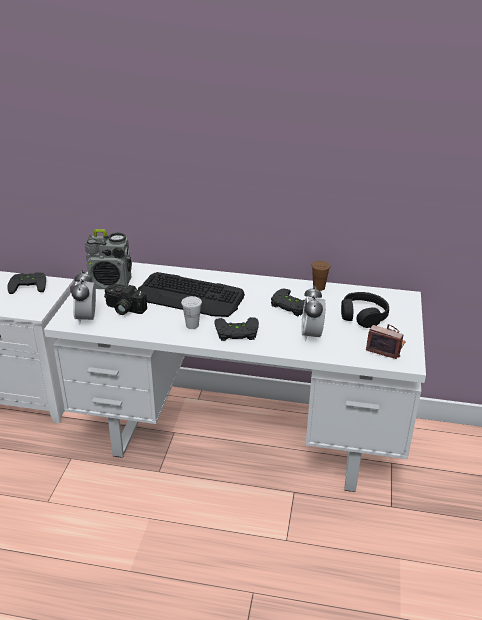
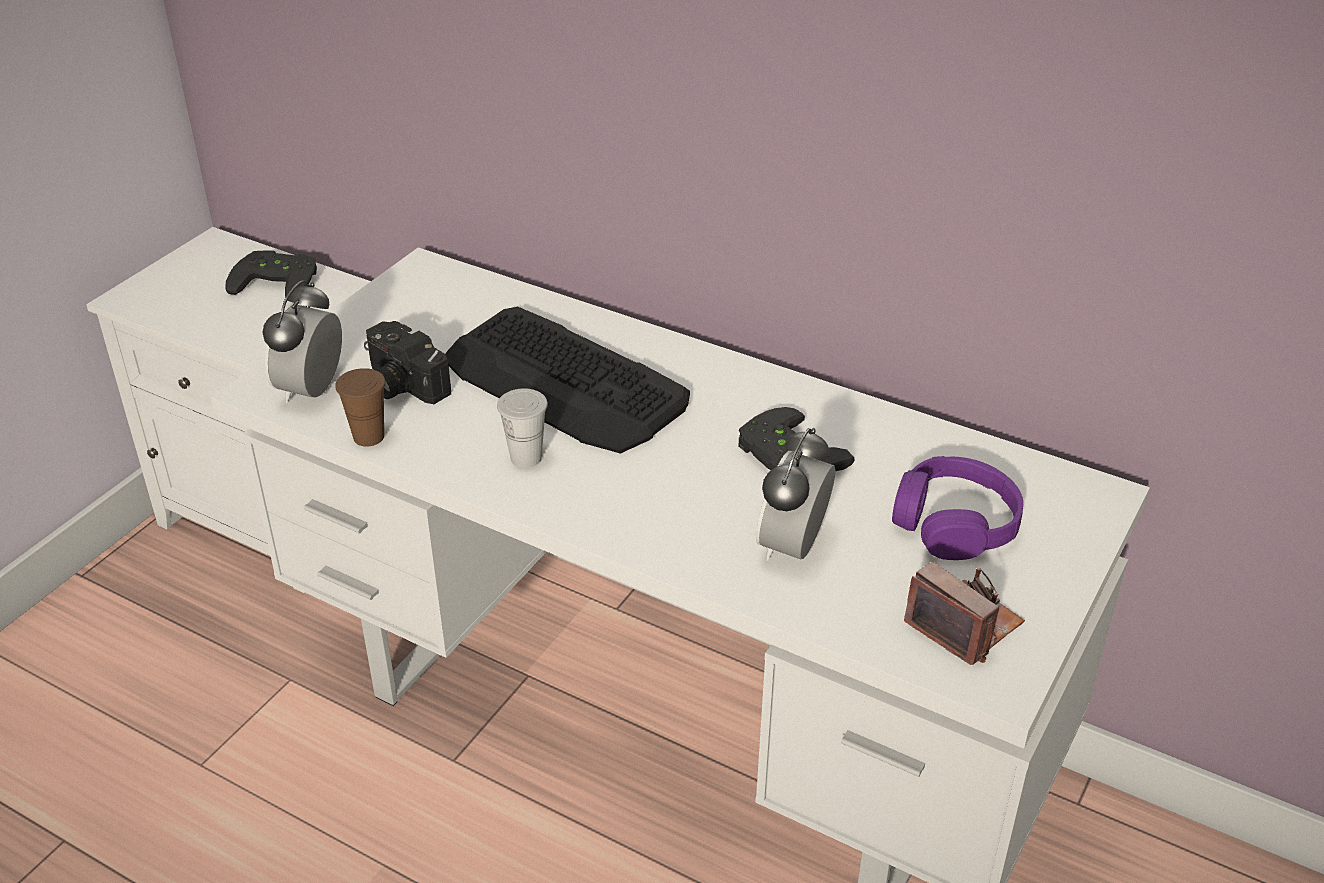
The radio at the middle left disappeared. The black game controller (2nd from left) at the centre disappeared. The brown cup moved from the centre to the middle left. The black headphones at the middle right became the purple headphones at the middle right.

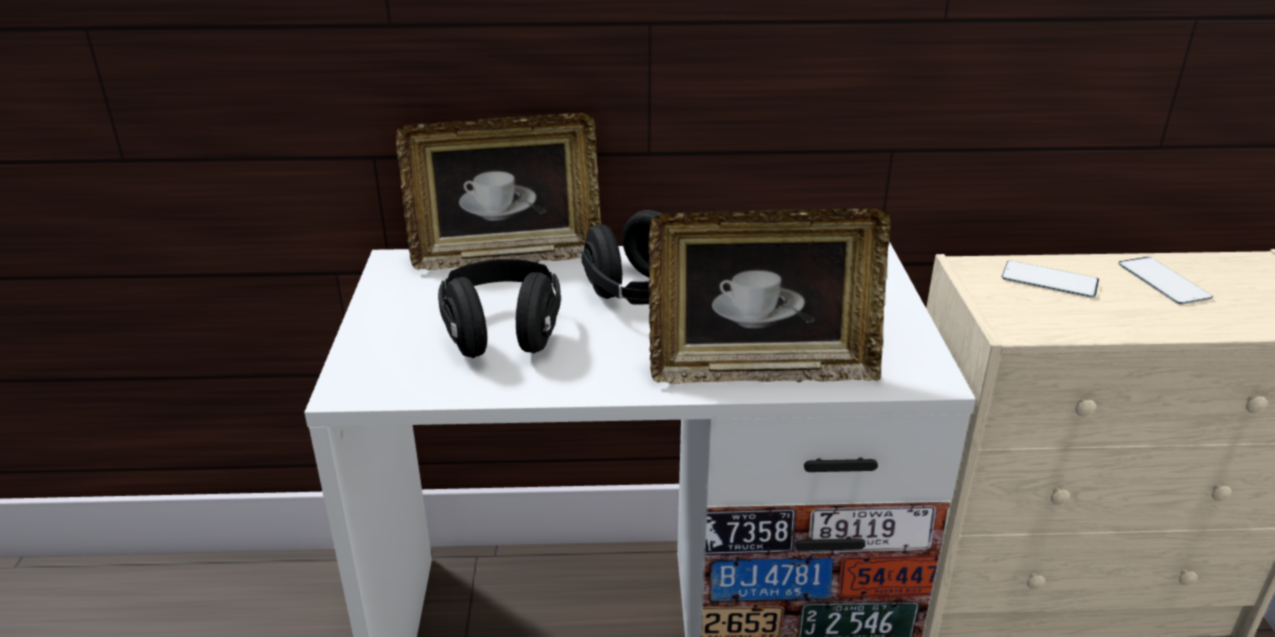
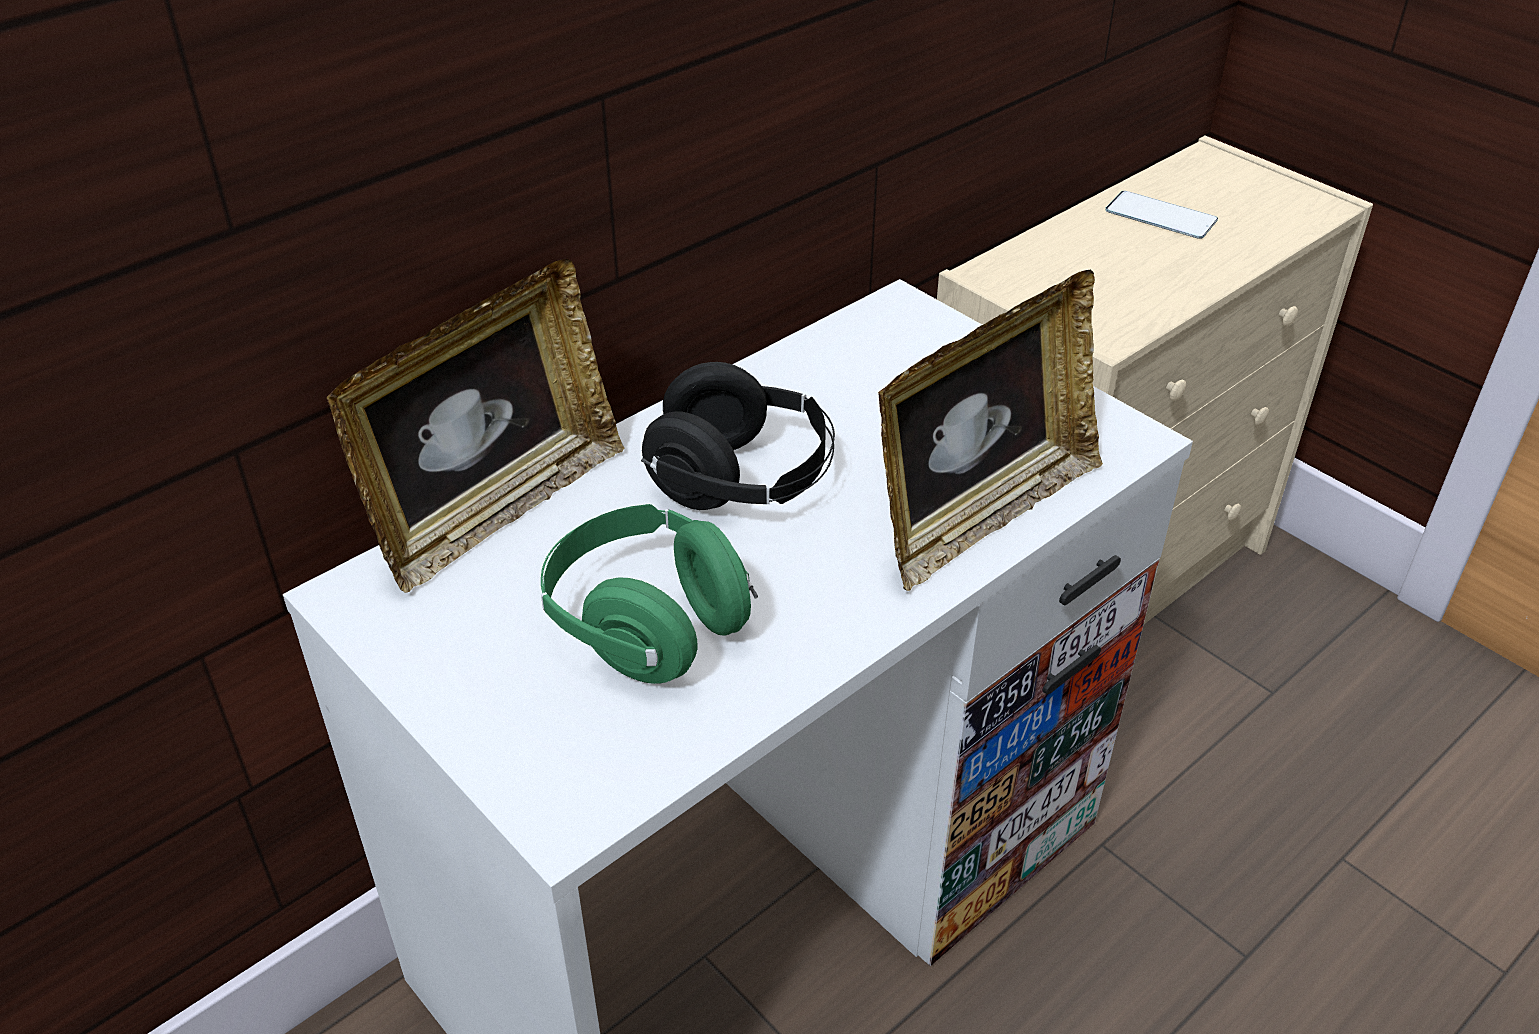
The phone (1st from left) at the middle right disappeared. The black headphones (1st from left) at the centre became the green headphones at the centre.

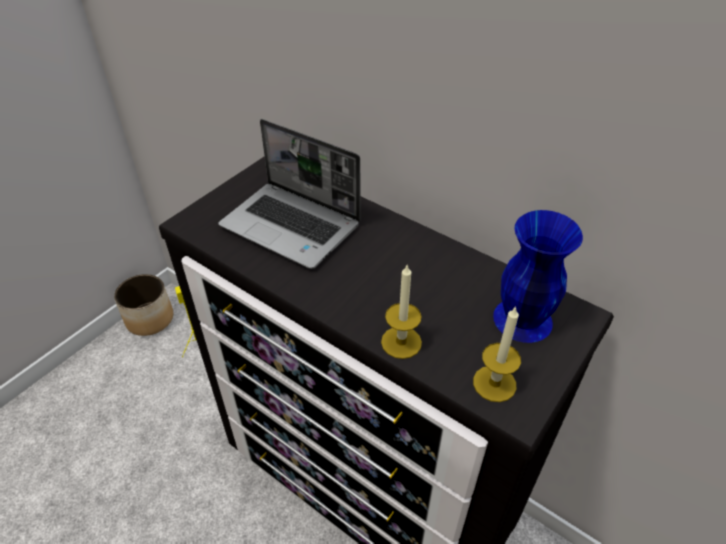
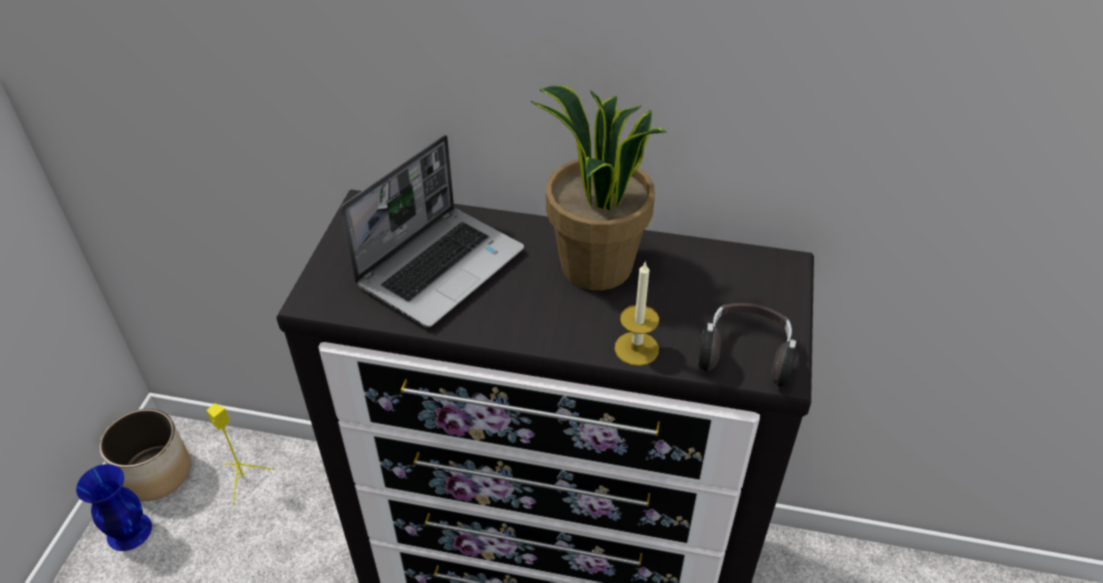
The potted plant at the top centre appeared. The blue vase moved from the middle right to the bottom left. The candle (2nd from left) at the middle right was replaced by the headphones at the middle right. The laptop at the centre turned 60 degrees counterclockwise.

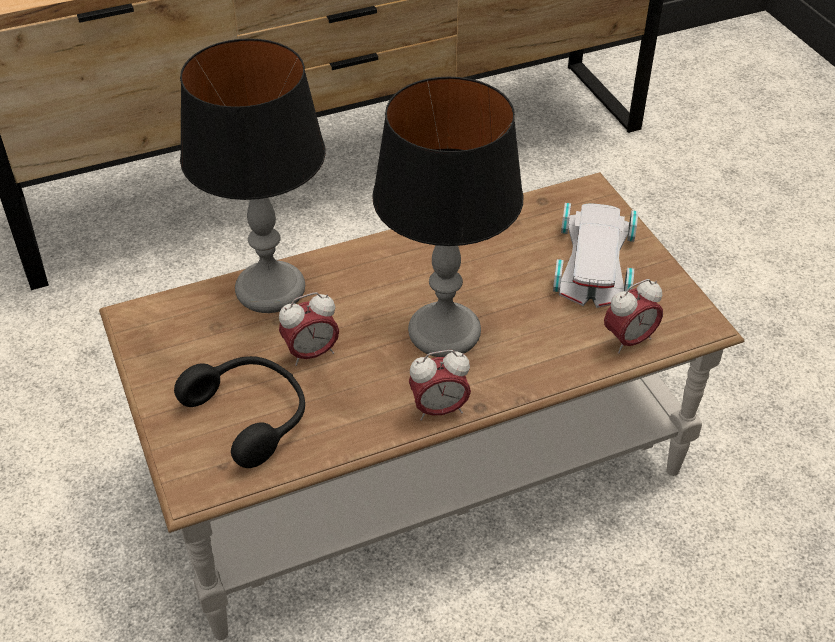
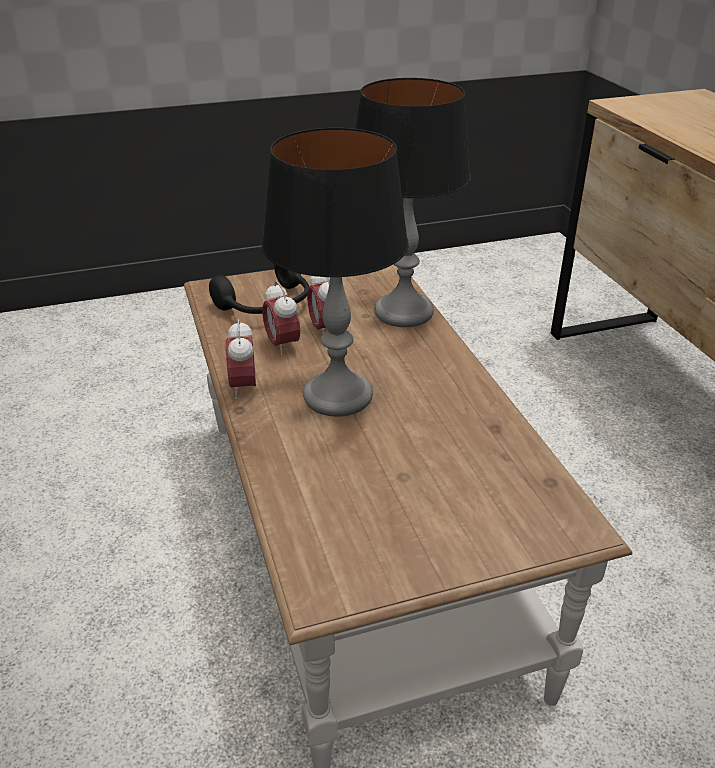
The white toy car at the middle right disappeared. The alarm clock (3rd from left in the first image) moved from the middle right to the centre.

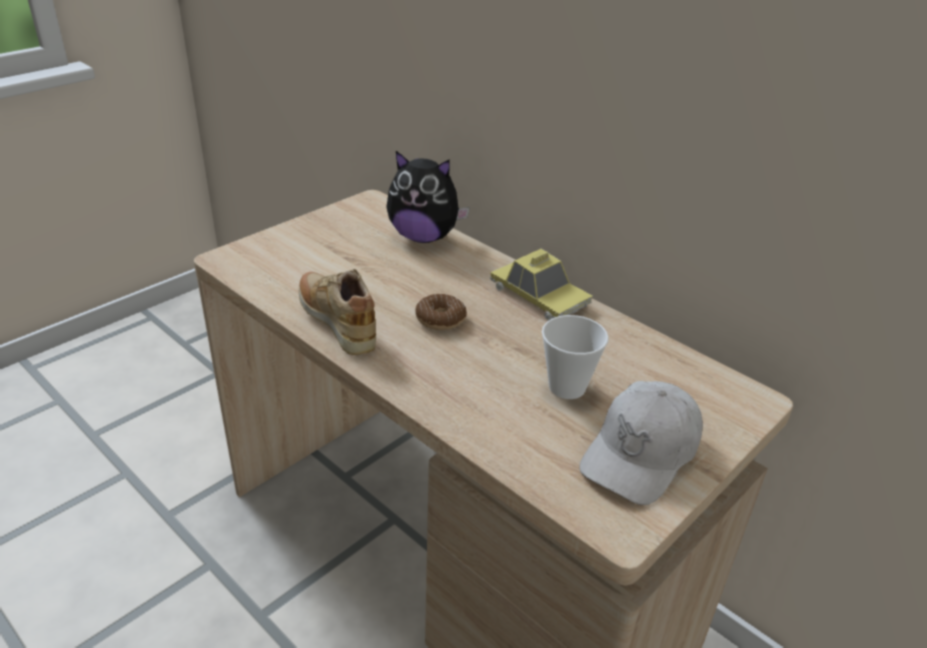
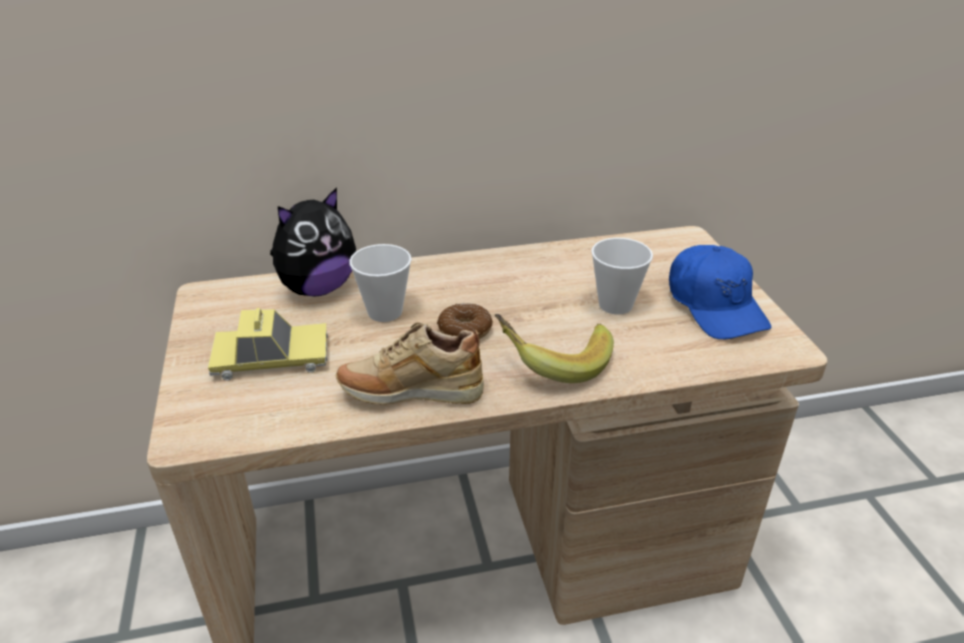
The cup (1st from left) at the centre appeared. The banana at the centre appeared. The toy car moved from the centre to the middle left. The white cap at the bottom right became the blue cap at the middle right.

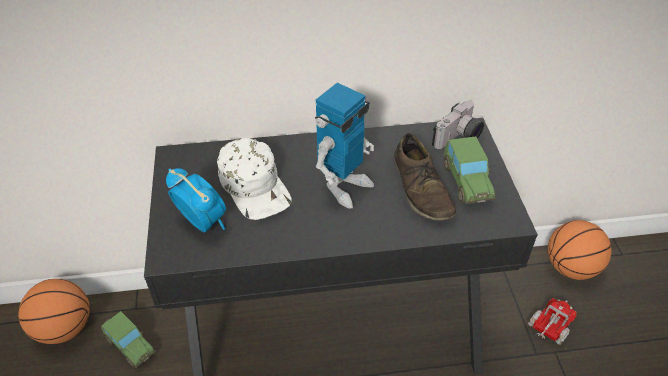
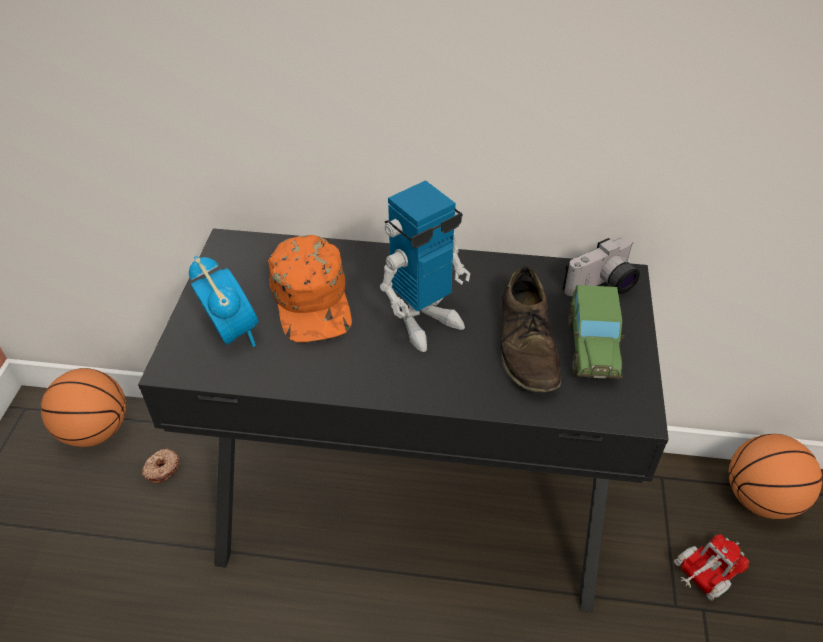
The toy car (1st from left) at the bottom left was replaced by the donut at the bottom left. The white cap at the centre became the orange cap at the centre.

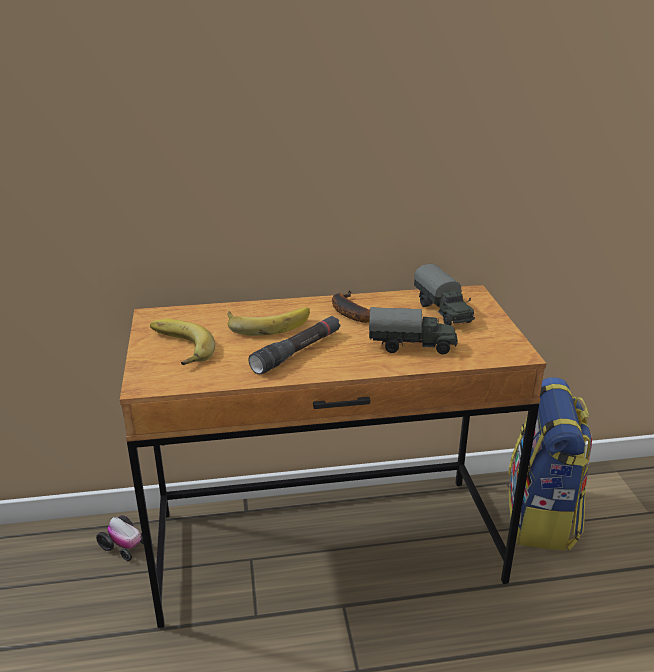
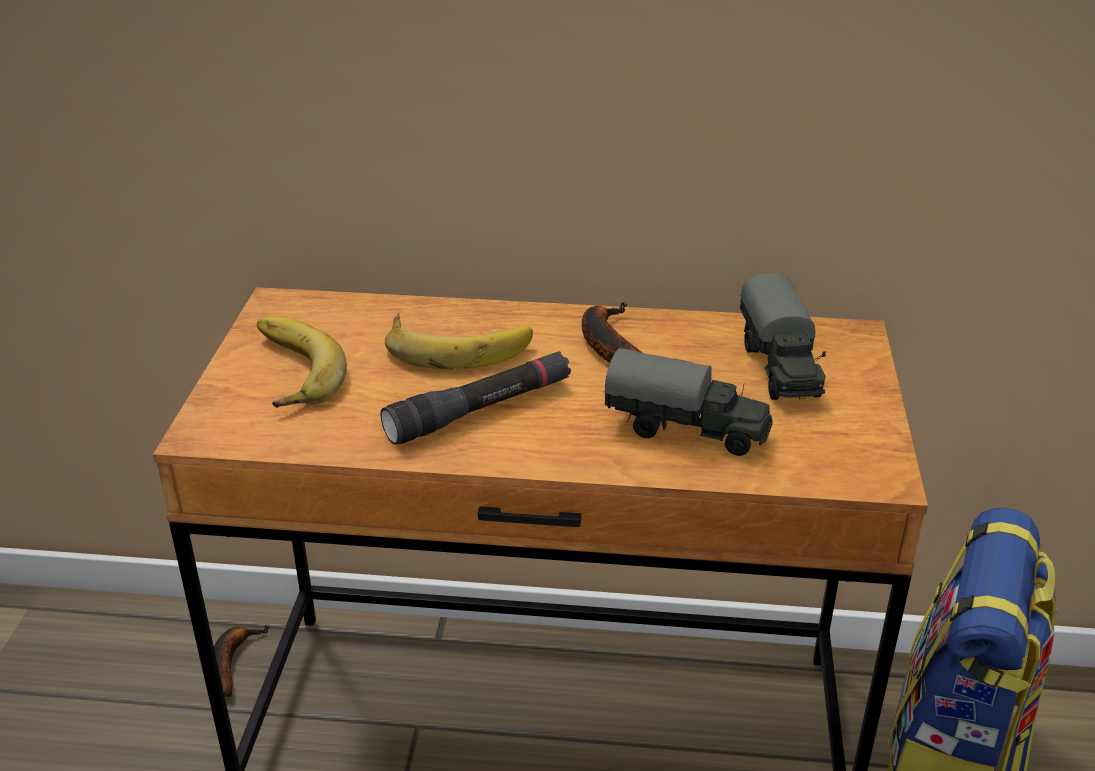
The toy car at the bottom left was replaced by the banana (1st from left) at the bottom left.

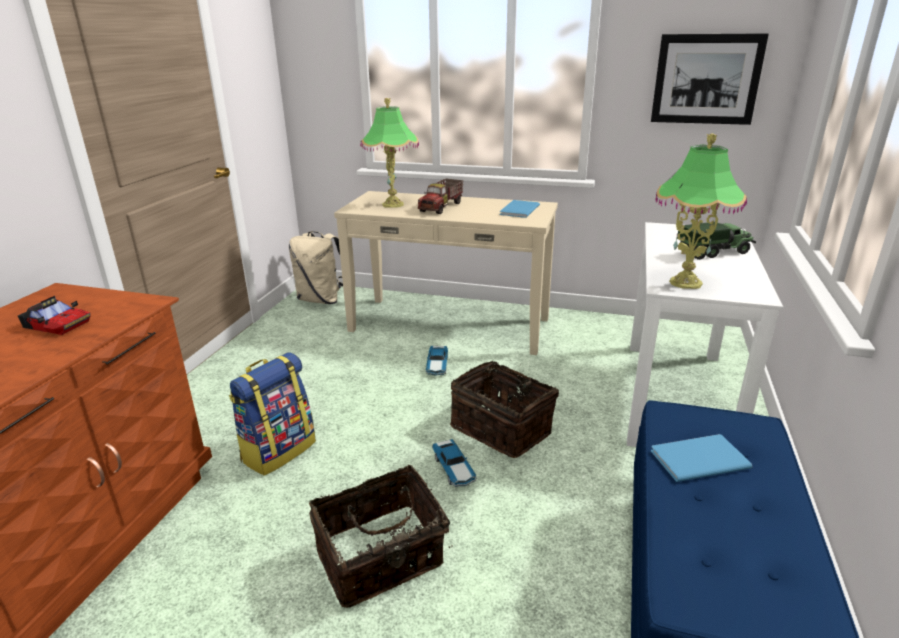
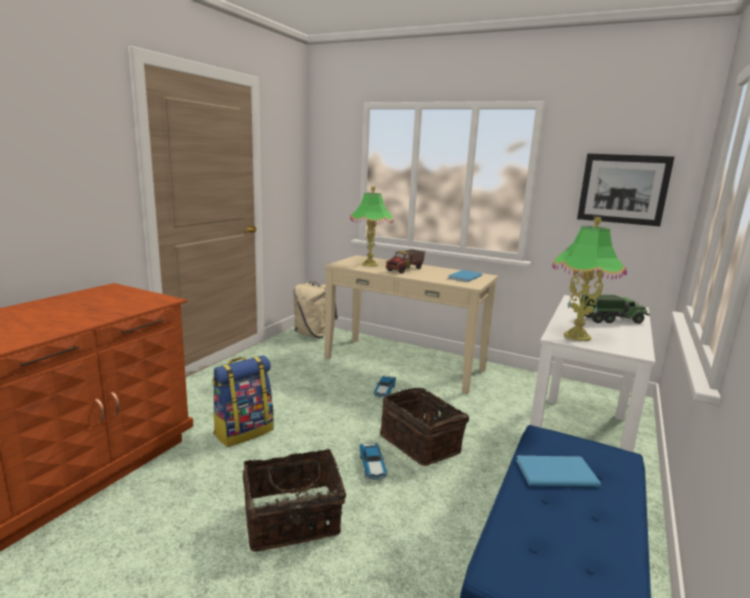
The toy car (1st from left) at the middle left disappeared.

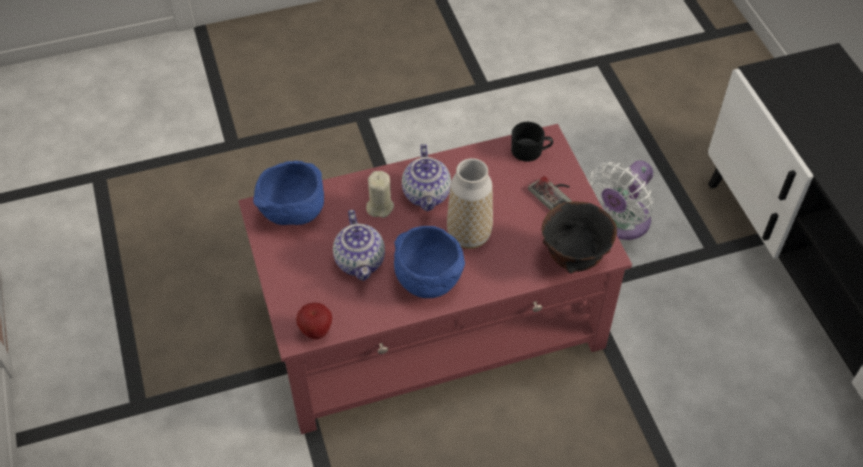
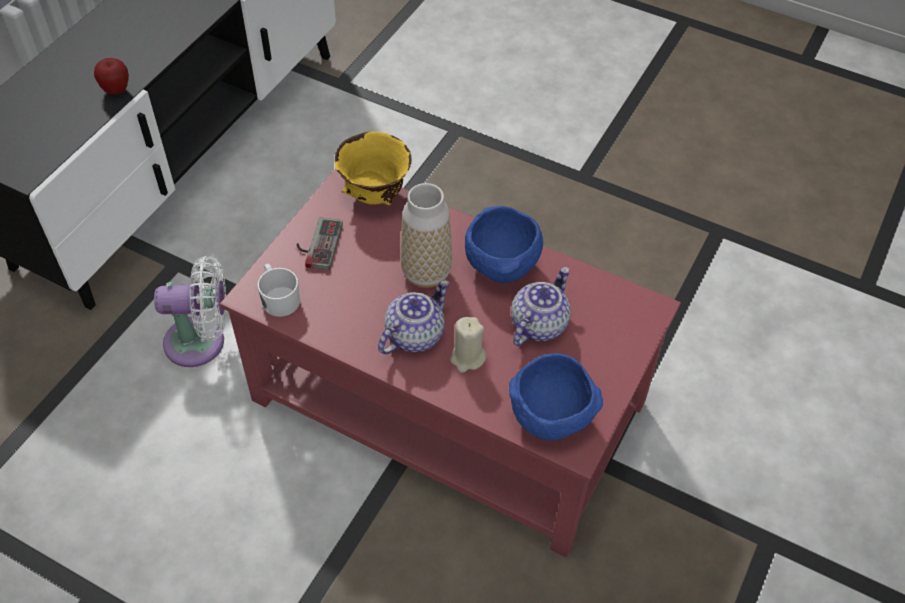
The apple moved from the bottom centre to the top left. The black mug at the top centre became the white mug at the middle left. The black bowl at the middle right became the yellow bowl at the top centre.

